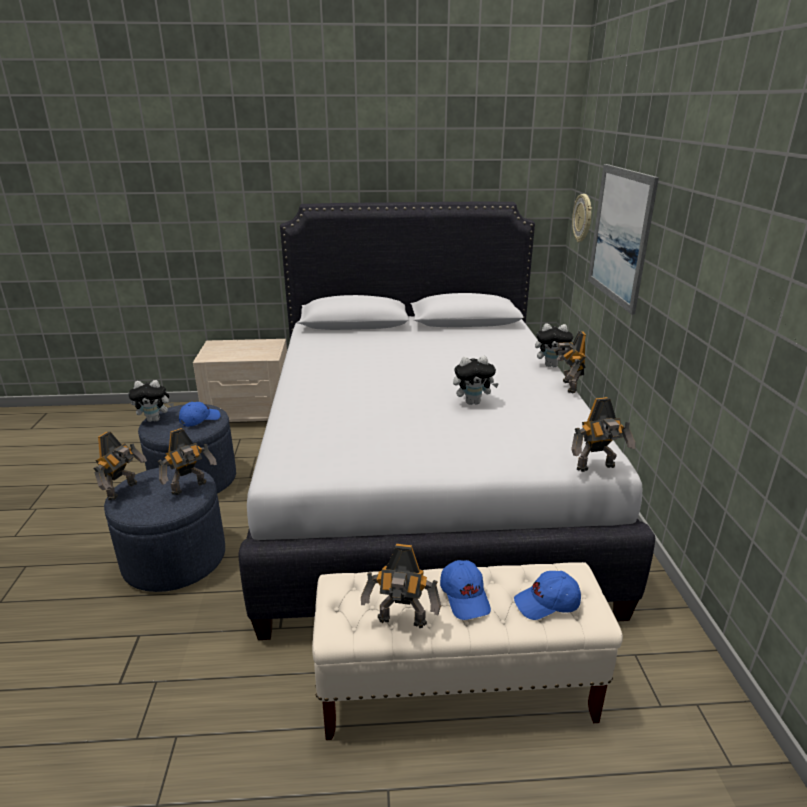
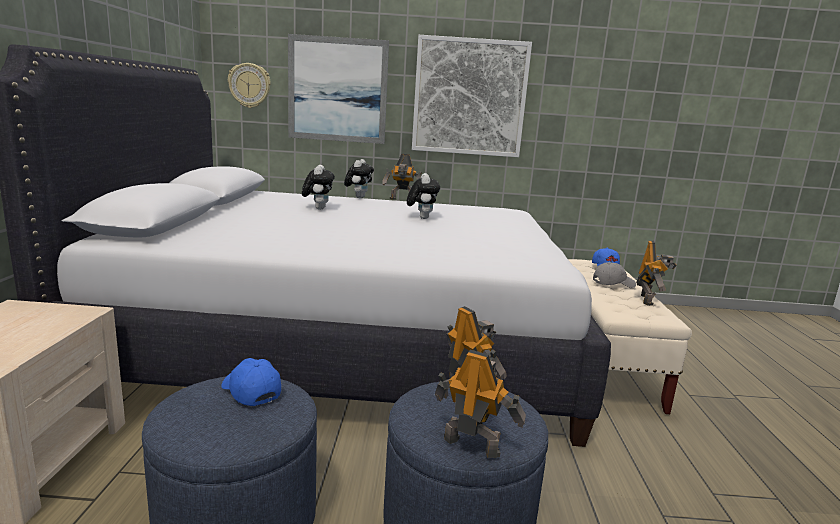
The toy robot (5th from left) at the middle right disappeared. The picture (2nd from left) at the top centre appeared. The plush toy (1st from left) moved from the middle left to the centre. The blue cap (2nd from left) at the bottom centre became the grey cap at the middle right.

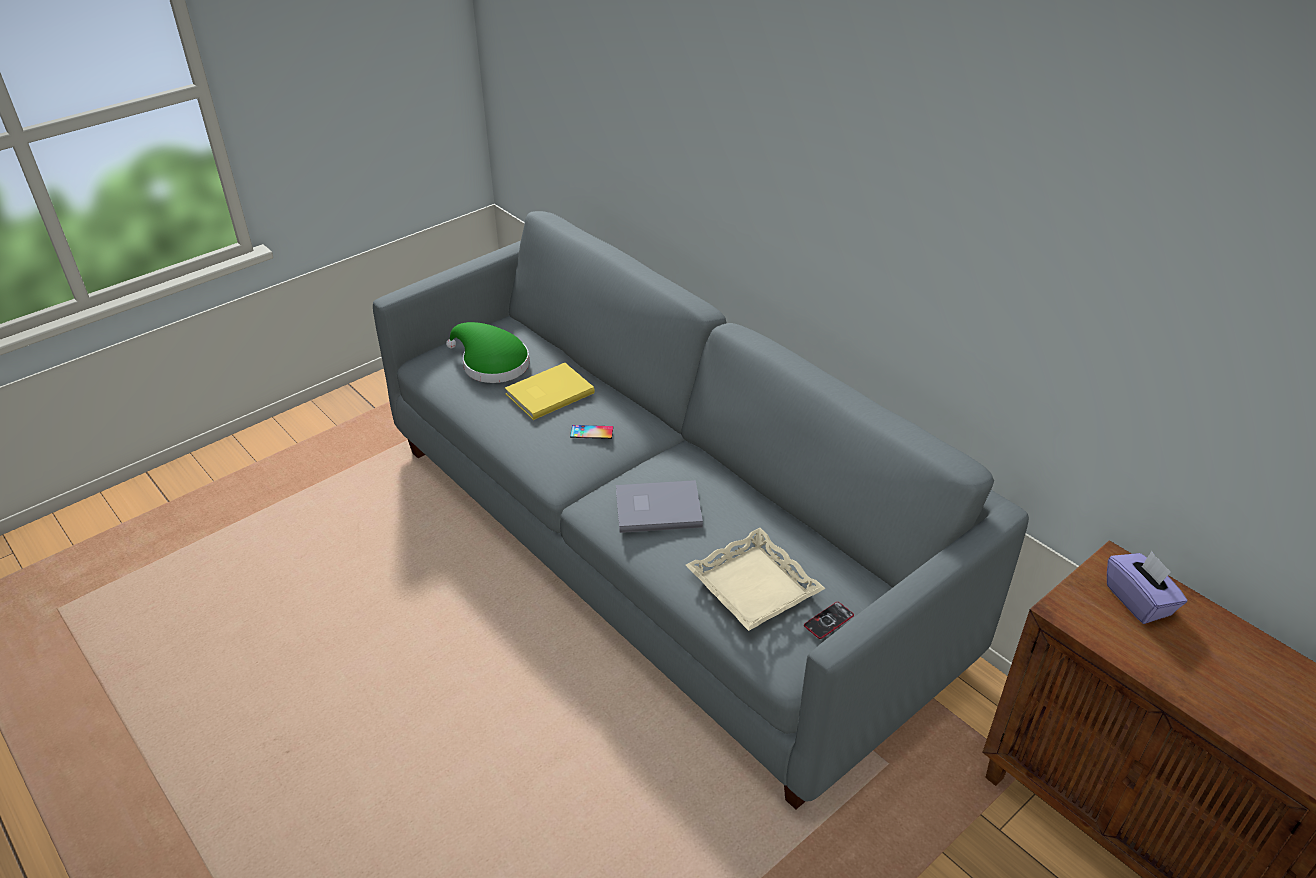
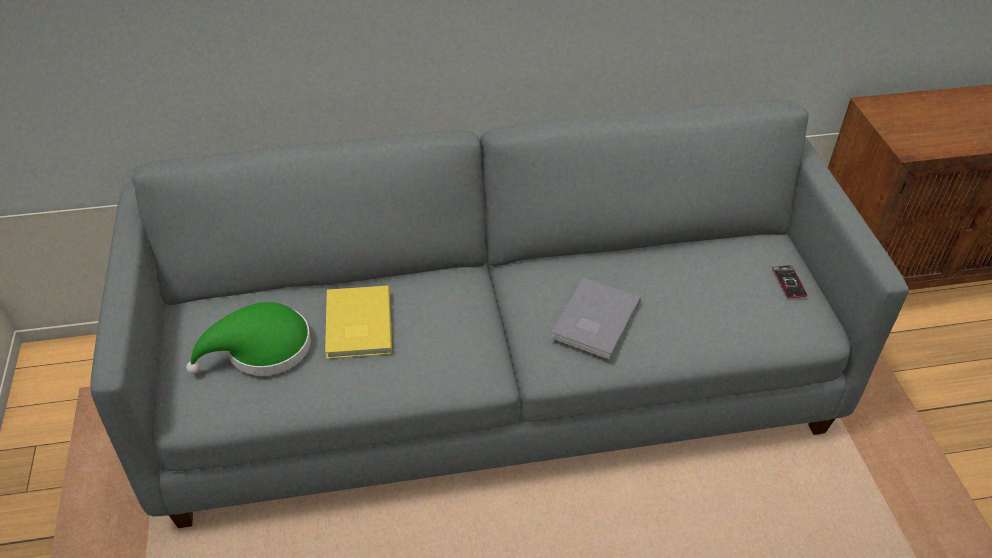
The phone (1st from left) at the centre disappeared. The beige tray at the centre disappeared. The purple tissue box at the bottom right disappeared.

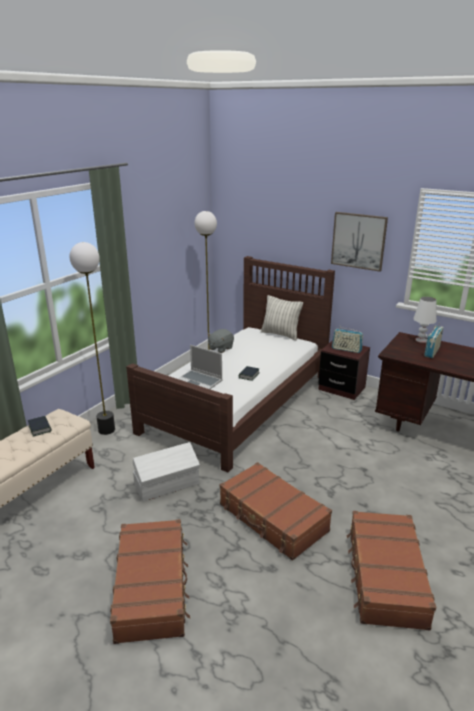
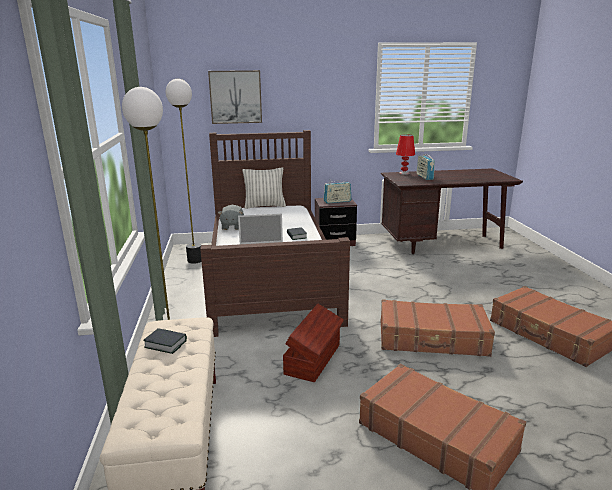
The picture moved from the middle right to the top centre. The white storage box at the centre became the brown storage box at the bottom centre. The white table lamp at the middle right became the red table lamp at the top centre.

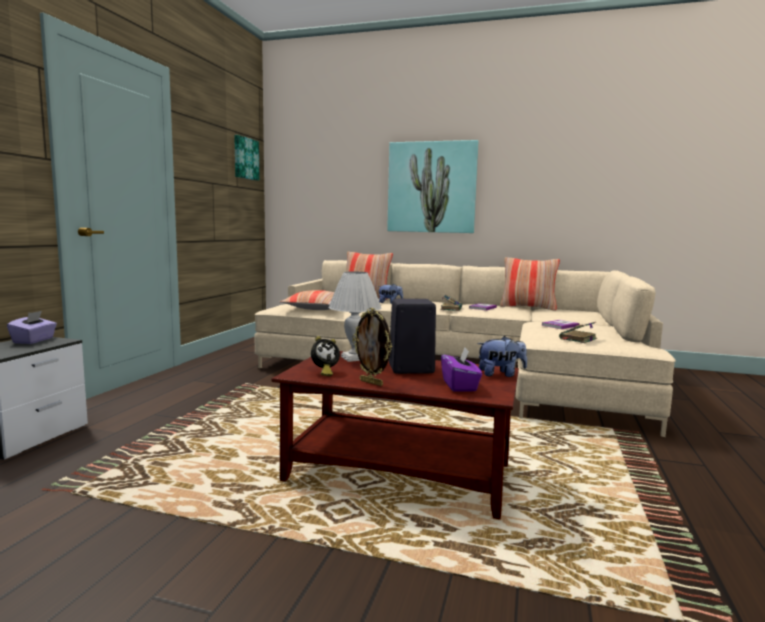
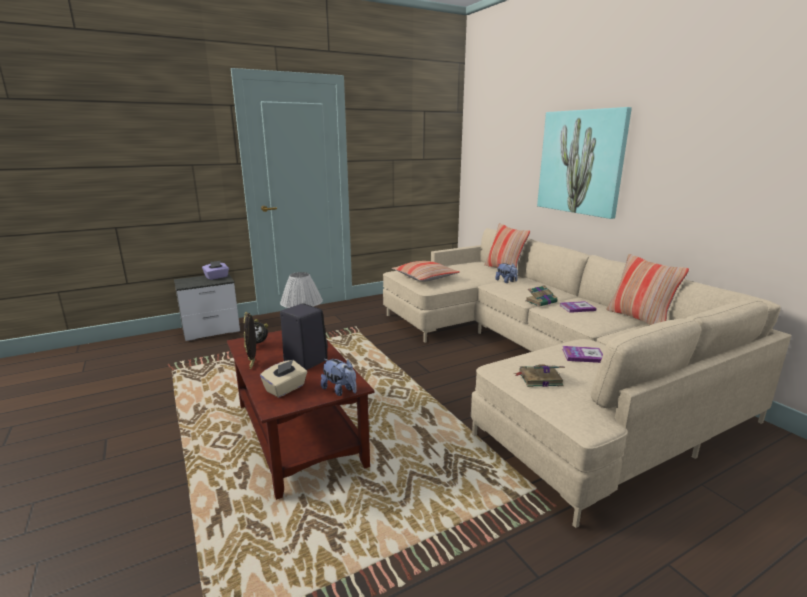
The picture (1st from left) at the top left disappeared. The purple tissue box (2nd from left) at the centre became the beige tissue box at the centre.

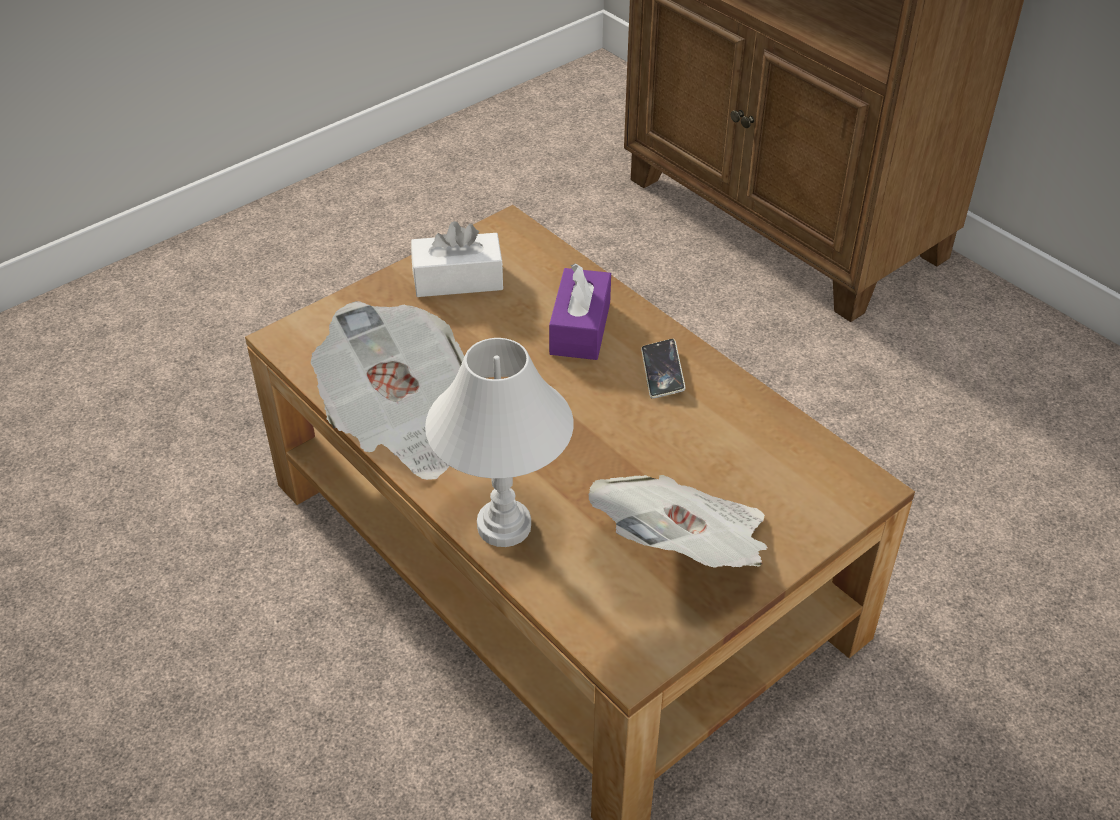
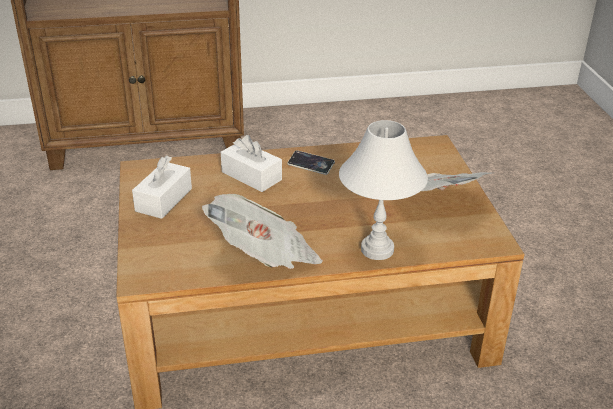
The purple tissue box at the centre became the white tissue box (2nd from left) at the centre.

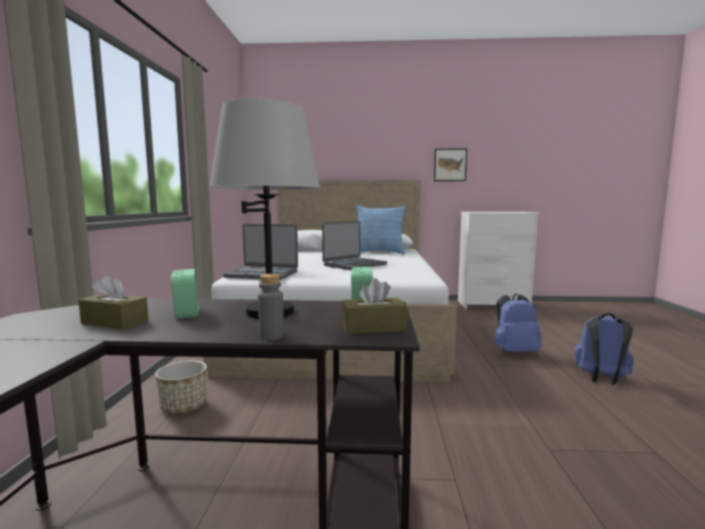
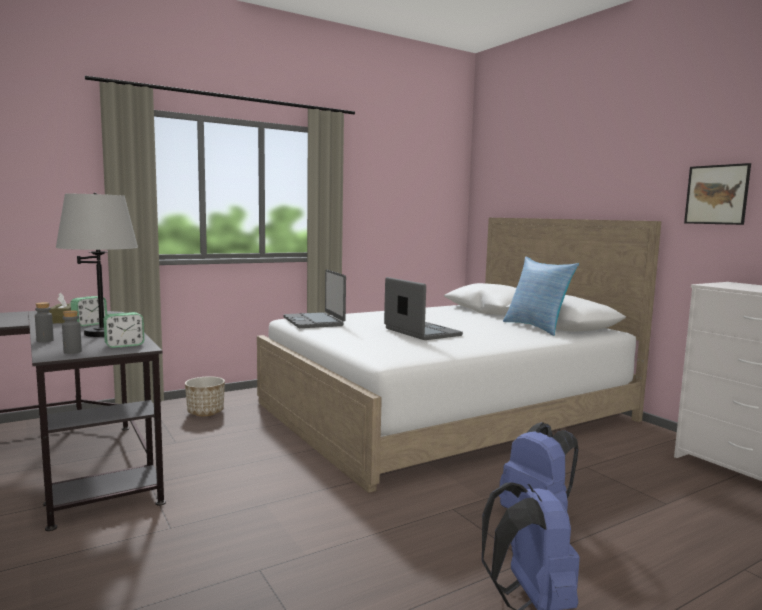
The brown tissue box (2nd from left) at the centre was replaced by the grey bottle (2nd from left) at the middle left. The laptop (2nd from left) at the centre turned 135 degrees counterclockwise.

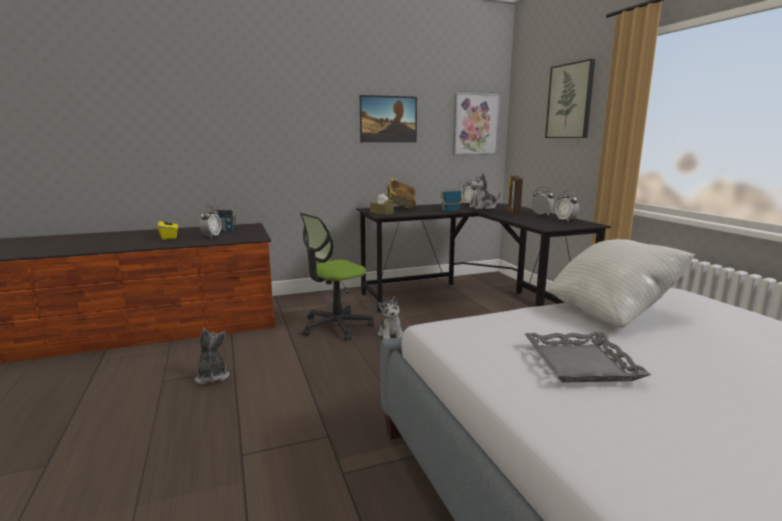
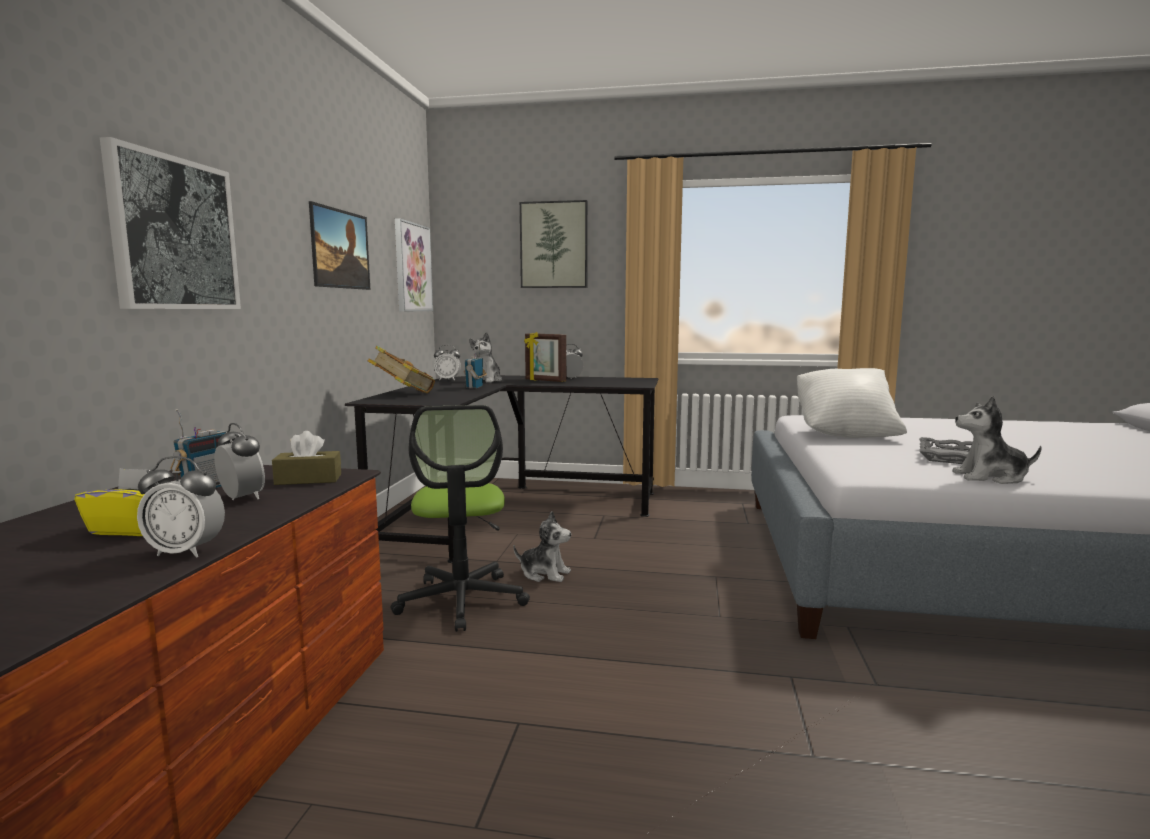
The picture (1st from left) at the top left appeared. The plush toy (1st from left in the first image) moved from the bottom left to the middle right. The brown tissue box moved from the centre to the middle left. The alarm clock (4th from left in the first image) moved from the middle right to the middle left.

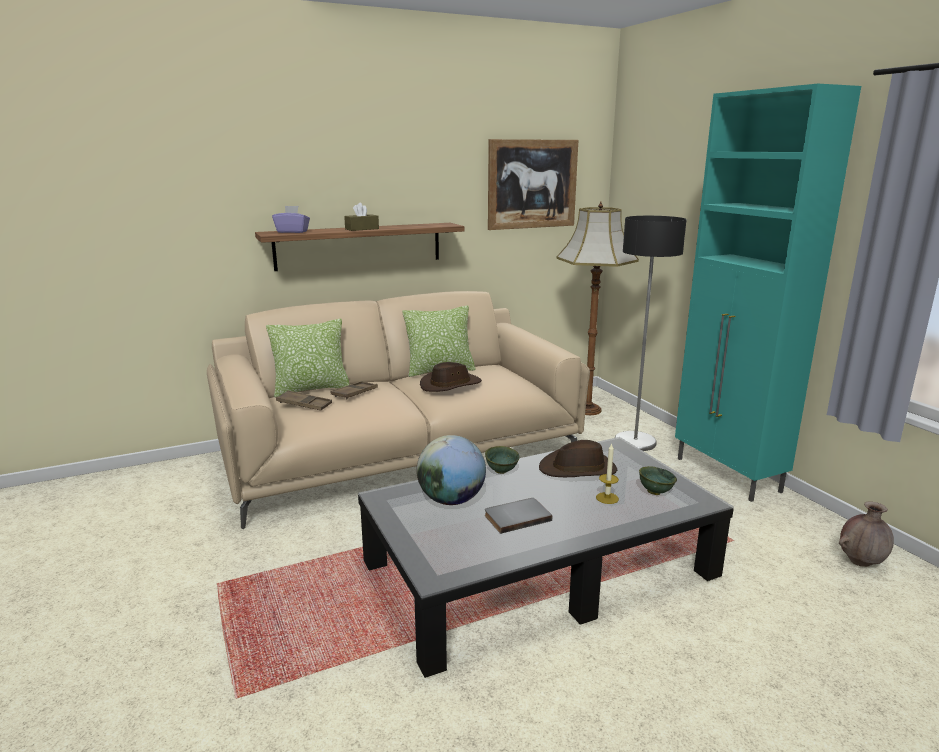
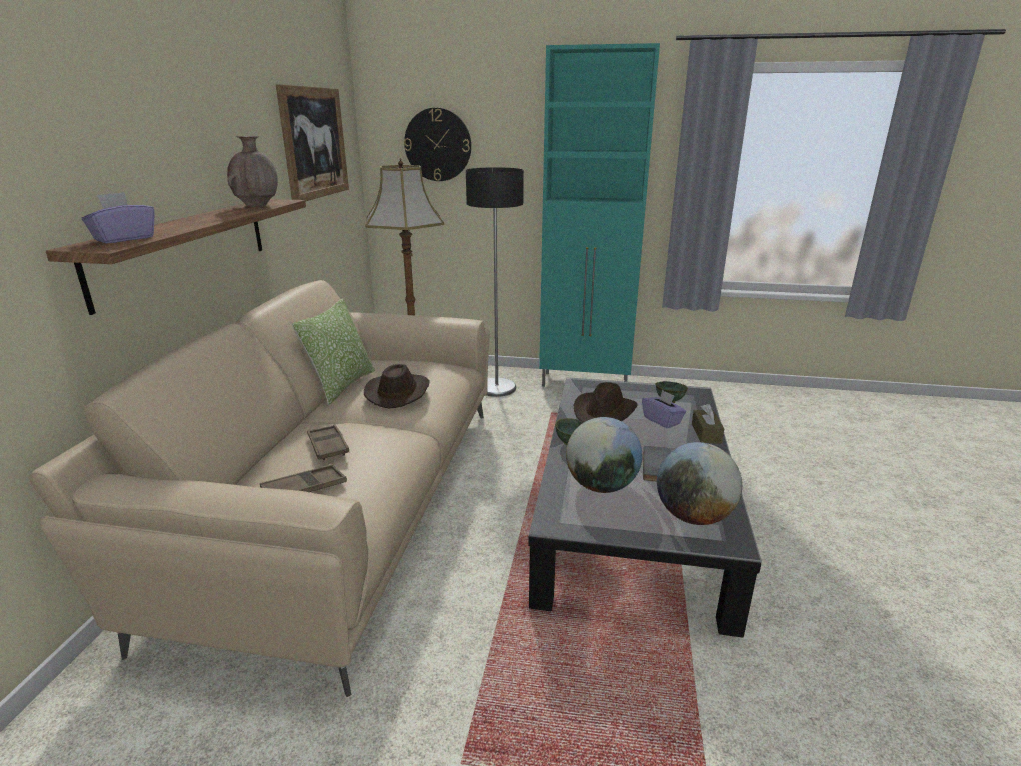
The pillow (1st from left) at the middle left disappeared. The wall clock at the top centre appeared. The globe (2nd from left) at the middle right appeared. The brown tissue box moved from the top centre to the middle right. The brown vase moved from the bottom right to the top left. The candle at the centre was replaced by the purple tissue box (2nd from left) at the centre.

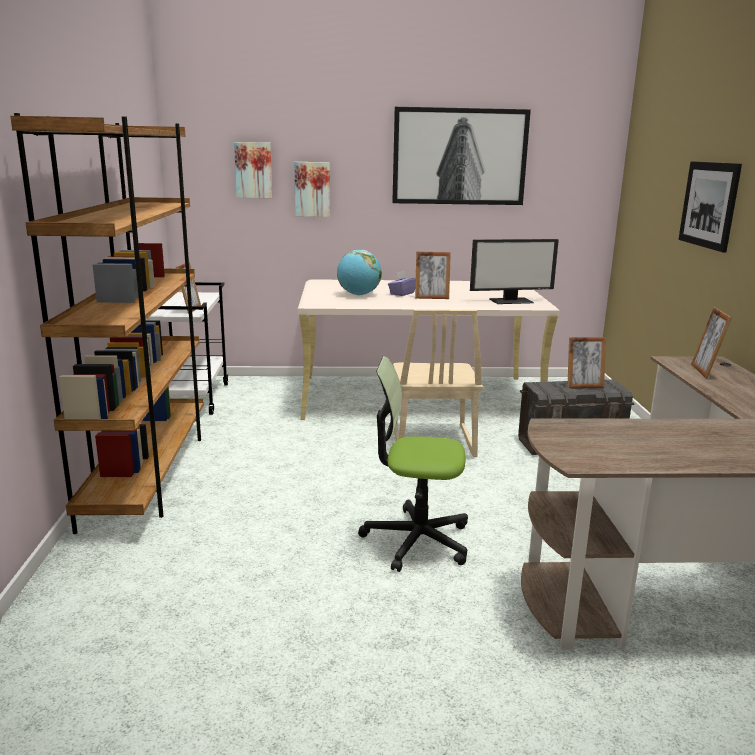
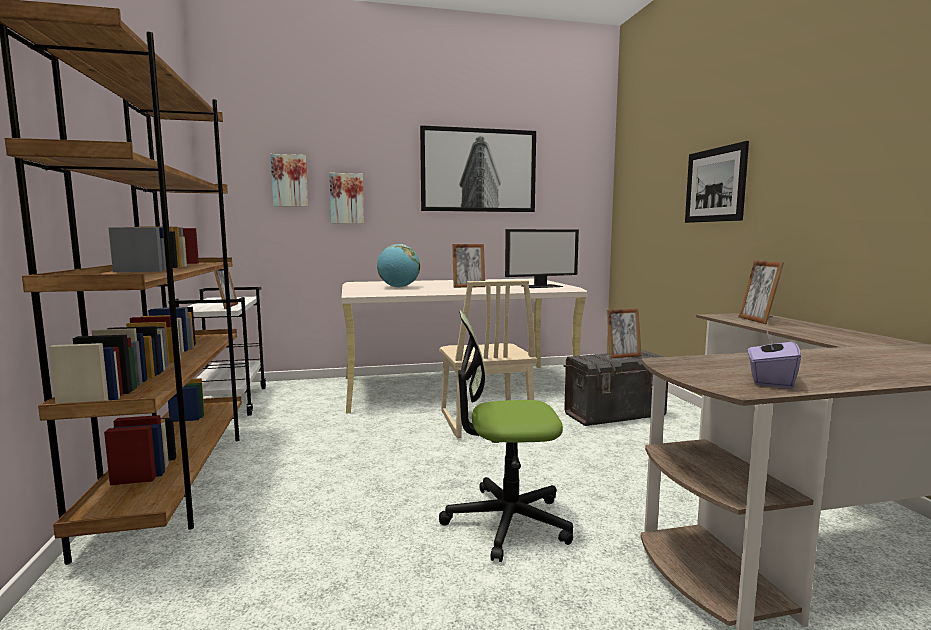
The purple tissue box moved from the centre to the middle right.

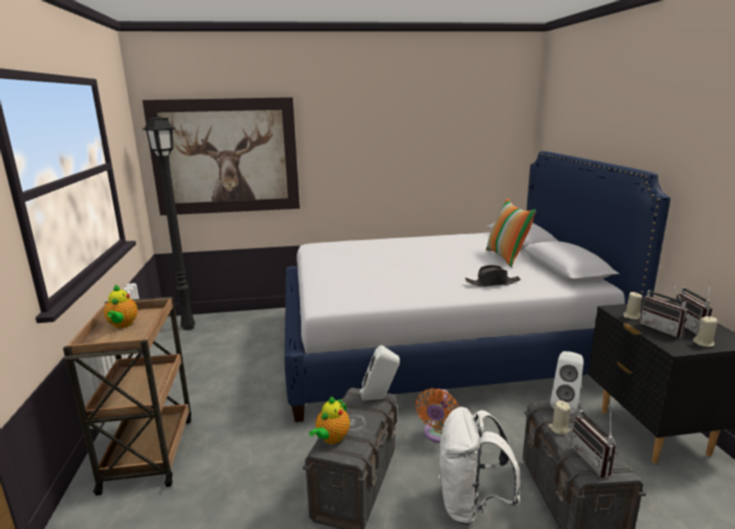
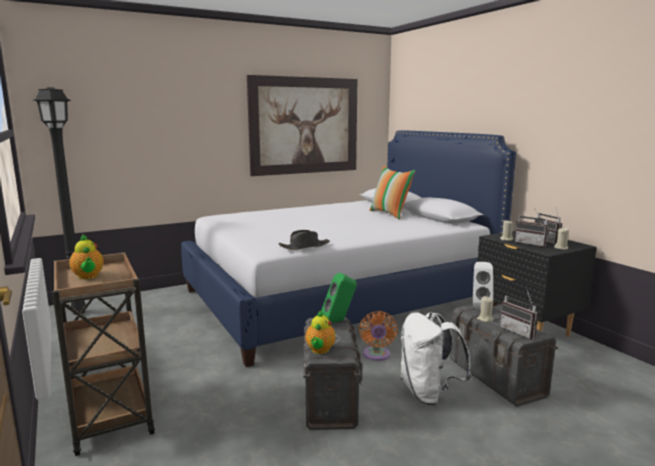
The picture moved from the top left to the top centre. The black hat moved from the middle right to the centre. The white speaker (1st from left) at the bottom centre became the green speaker at the centre.

